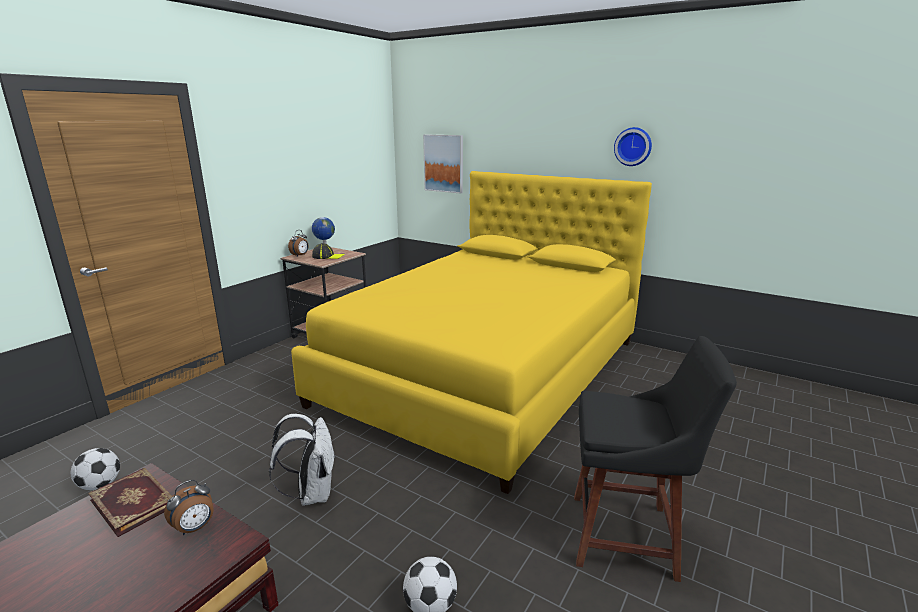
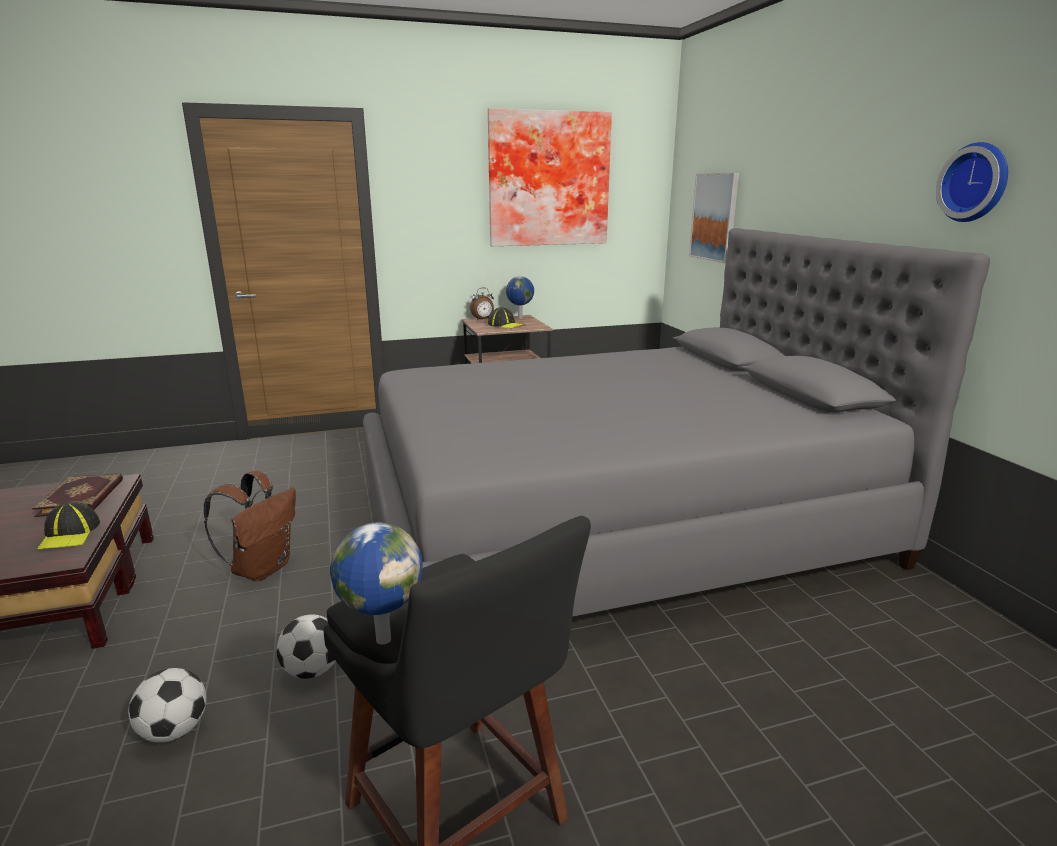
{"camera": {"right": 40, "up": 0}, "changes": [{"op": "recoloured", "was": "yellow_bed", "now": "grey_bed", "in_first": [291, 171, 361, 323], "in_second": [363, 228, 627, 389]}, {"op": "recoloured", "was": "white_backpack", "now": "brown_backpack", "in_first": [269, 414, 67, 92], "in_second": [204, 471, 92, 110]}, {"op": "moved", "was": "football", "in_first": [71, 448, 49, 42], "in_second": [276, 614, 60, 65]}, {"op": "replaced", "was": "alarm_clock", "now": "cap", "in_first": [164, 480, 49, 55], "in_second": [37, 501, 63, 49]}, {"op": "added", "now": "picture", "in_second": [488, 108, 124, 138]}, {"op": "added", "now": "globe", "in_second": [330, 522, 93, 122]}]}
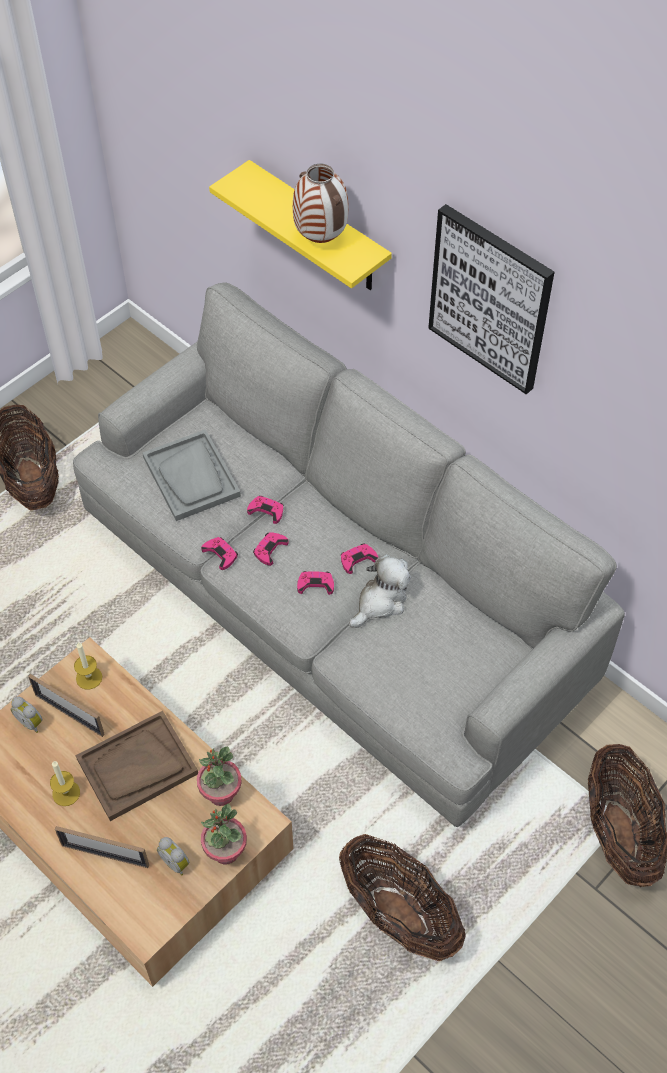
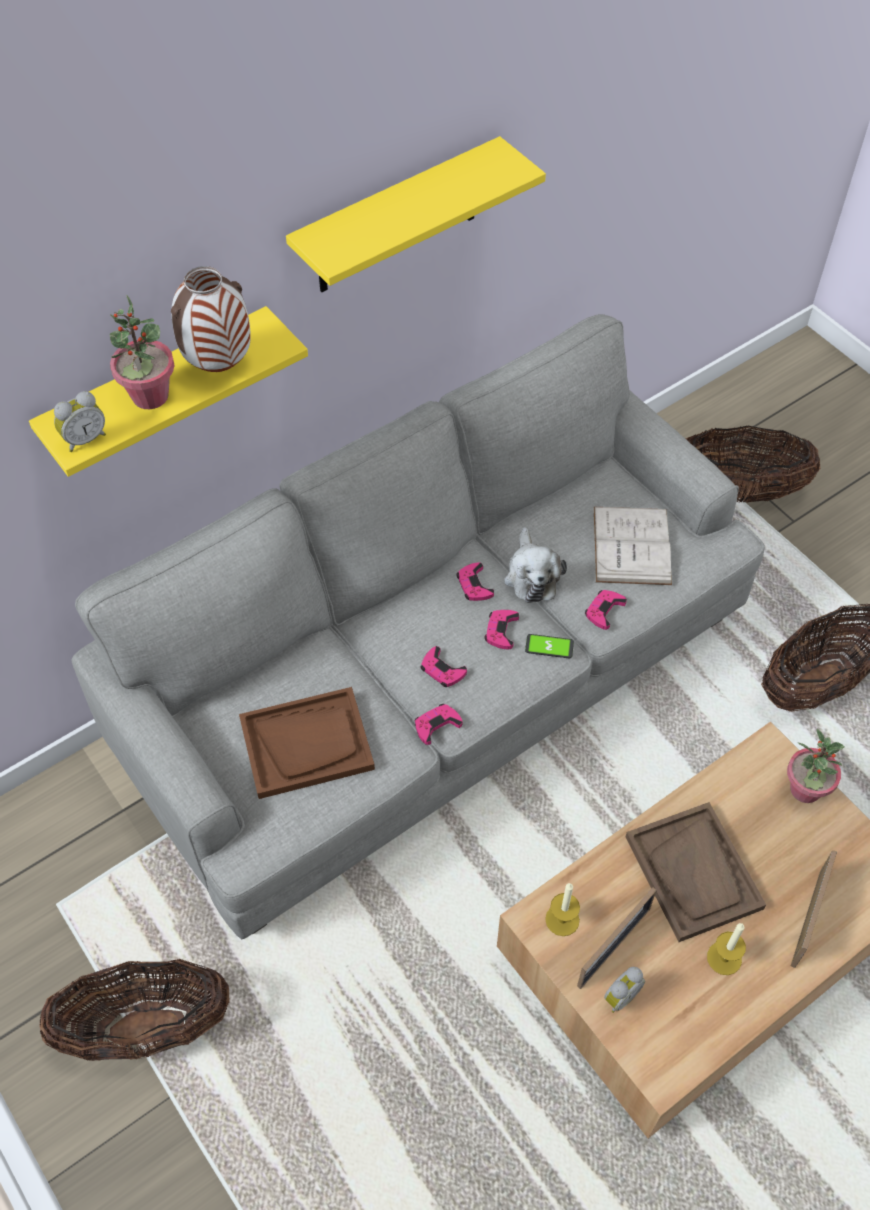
{"camera": {"right": -80, "up": 0}, "changes": [{"op": "replaced", "was": "picture", "now": "yellow_shelf", "in_first": [428, 204, 126, 190], "in_second": [286, 136, 260, 156]}, {"op": "recoloured", "was": "grey_tray", "now": "brown_tray", "in_first": [142, 429, 99, 92], "in_second": [239, 687, 136, 112]}, {"op": "moved", "was": "pink_game_controller", "in_first": [247, 496, 37, 28], "in_second": [585, 590, 42, 40]}, {"op": "turned", "was": "plush_toy", "in_first": [349, 554, 62, 74], "in_second": [504, 527, 63, 76], "clockwise": -150}, {"op": "moved", "was": "potted_plant", "in_first": [197, 747, 45, 59], "in_second": [110, 295, 65, 114]}, {"op": "moved", "was": "alarm_clock", "in_first": [157, 837, 32, 38], "in_second": [54, 391, 52, 61]}, {"op": "added", "now": "white_book", "in_second": [594, 507, 78, 78]}, {"op": "added", "now": "phone", "in_second": [525, 634, 49, 24]}]}
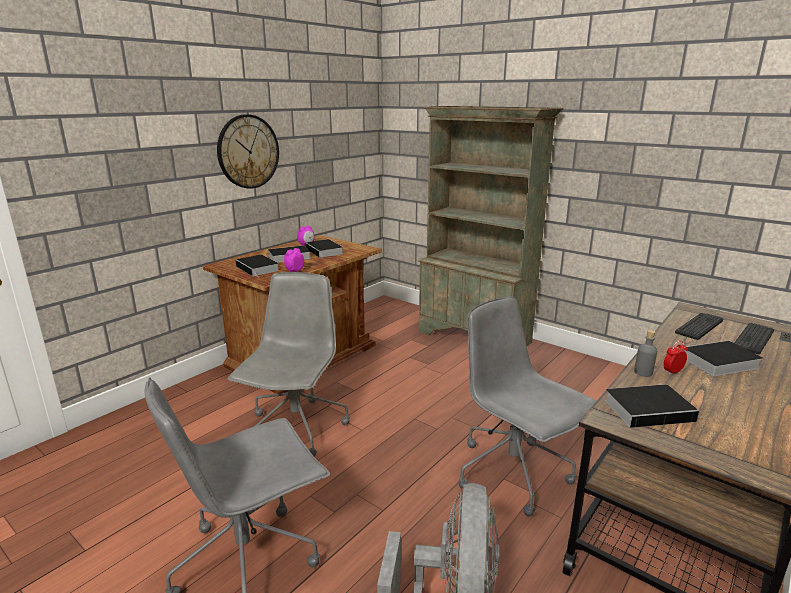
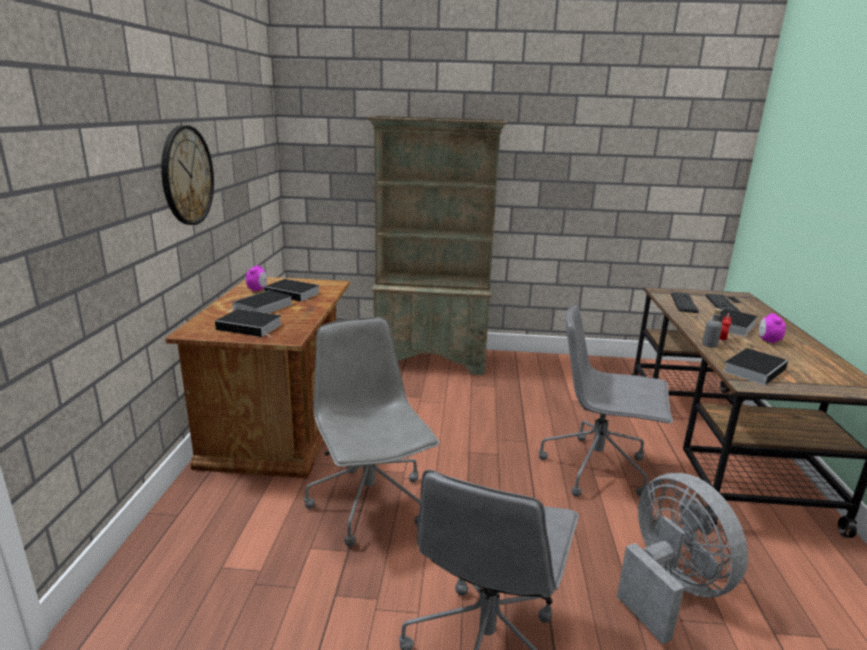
{"camera": {"right": -35, "up": 0}, "changes": [{"op": "moved", "was": "alarm_clock", "in_first": [284, 248, 20, 24], "in_second": [759, 313, 27, 31]}]}
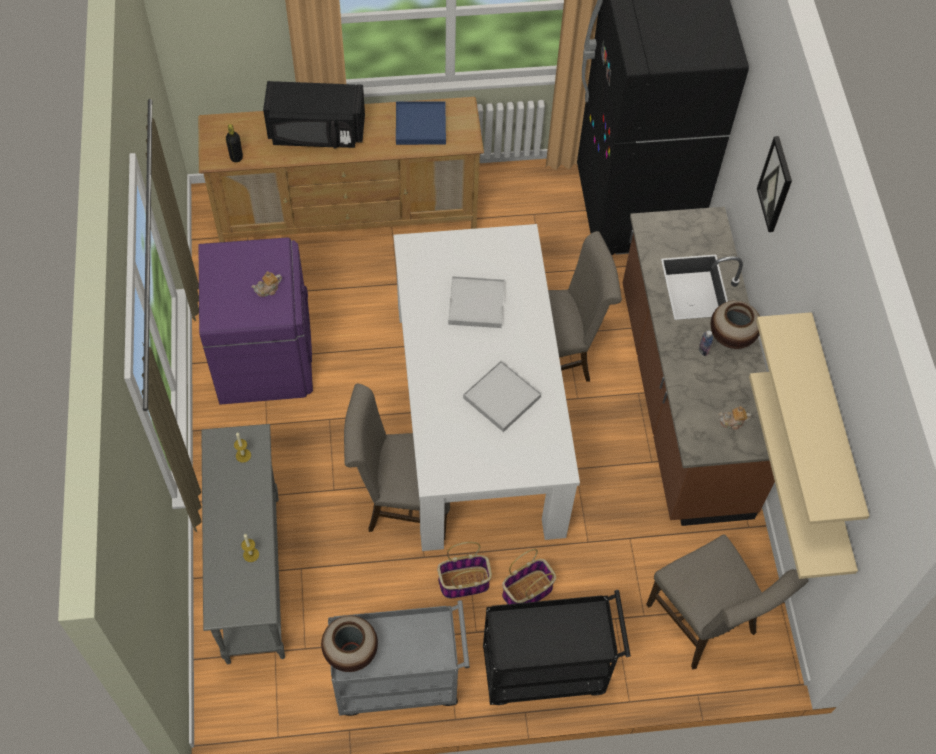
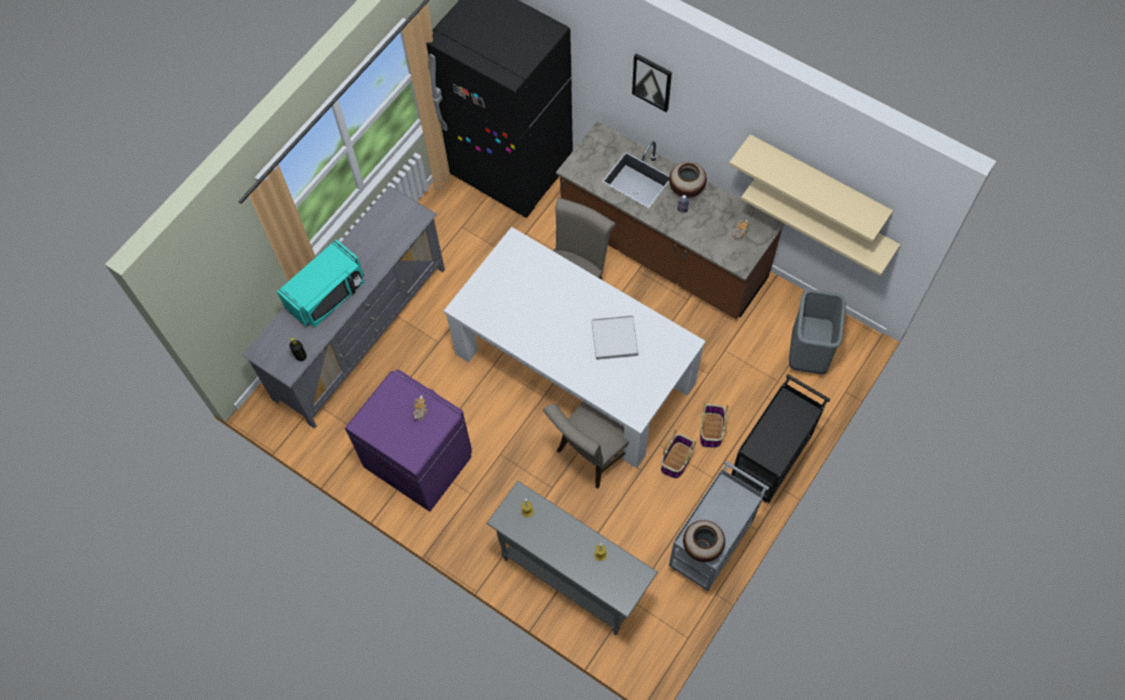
{"camera": {"right": -45, "up": 5}, "changes": [{"op": "recoloured", "was": "black_microwave", "now": "turquoise_microwave", "in_first": [263, 81, 102, 67], "in_second": [277, 239, 87, 88]}, {"op": "recoloured", "was": "brown_dresser", "now": "grey_dresser", "in_first": [198, 97, 286, 145], "in_second": [243, 186, 202, 243]}, {"op": "removed", "was": "blue_tray", "in_first": [396, 101, 50, 44]}, {"op": "removed", "was": "white_tray", "in_first": [448, 276, 57, 52]}, {"op": "replaced", "was": "beige_chair", "now": "grey_trash_can", "in_first": [646, 534, 162, 136], "in_second": [789, 290, 57, 84]}]}
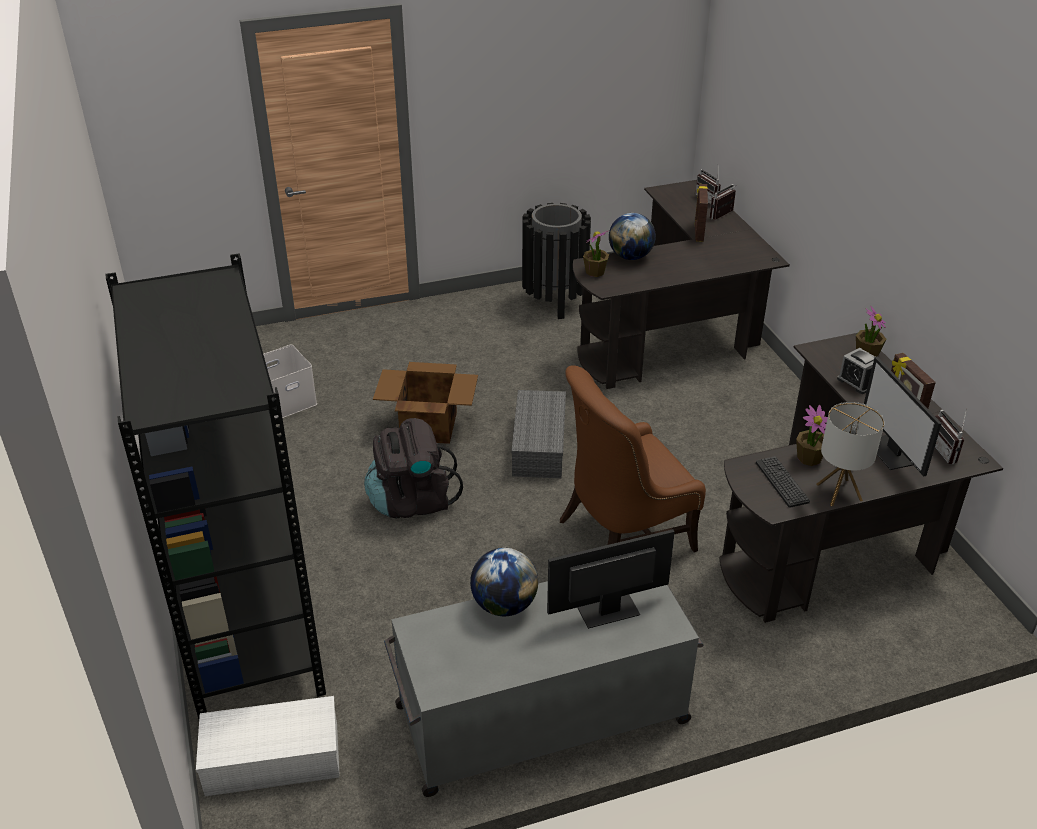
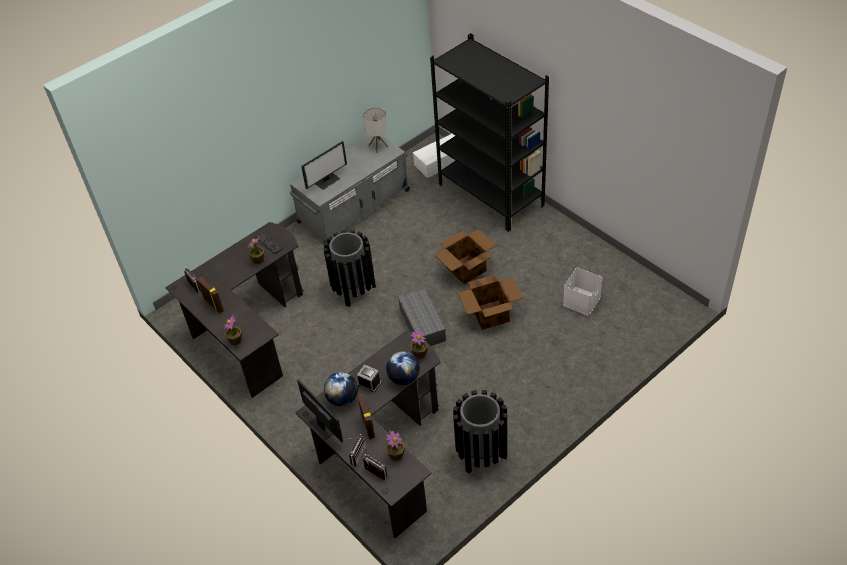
{"camera": {"right": 160, "up": 10}, "changes": [{"op": "moved", "was": "alarm_clock", "in_first": [837, 348, 38, 46], "in_second": [357, 364, 24, 28]}, {"op": "moved", "was": "monitor", "in_first": [864, 357, 78, 120], "in_second": [297, 379, 46, 63]}, {"op": "replaced", "was": "brown_chair", "now": "black_trash_can", "in_first": [560, 365, 146, 188], "in_second": [323, 230, 53, 76]}, {"op": "moved", "was": "table_lamp", "in_first": [816, 402, 68, 104], "in_second": [363, 107, 25, 46]}, {"op": "replaced", "was": "black_backpack", "now": "cardboard_box", "in_first": [364, 418, 99, 101], "in_second": [434, 229, 62, 55]}, {"op": "moved", "was": "globe", "in_first": [470, 548, 68, 68], "in_second": [324, 372, 34, 34]}, {"op": "added", "now": "potted_plant", "in_second": [385, 430, 20, 31]}]}
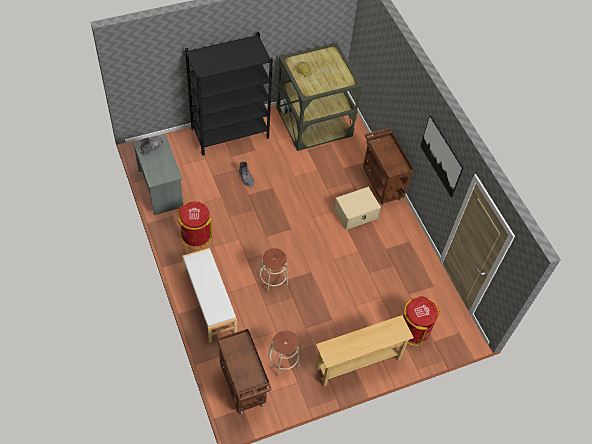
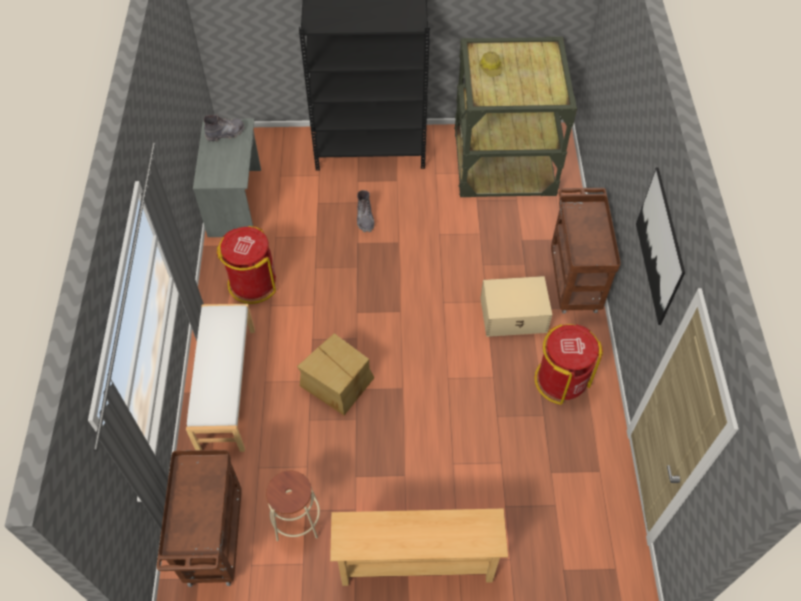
{"camera": {"right": 25, "up": 0}, "changes": [{"op": "replaced", "was": "beige_stool", "now": "cardboard_box", "in_first": [259, 248, 29, 45], "in_second": [297, 333, 78, 82]}, {"op": "moved", "was": "red_trash_can", "in_first": [403, 296, 37, 50], "in_second": [535, 324, 68, 81]}]}
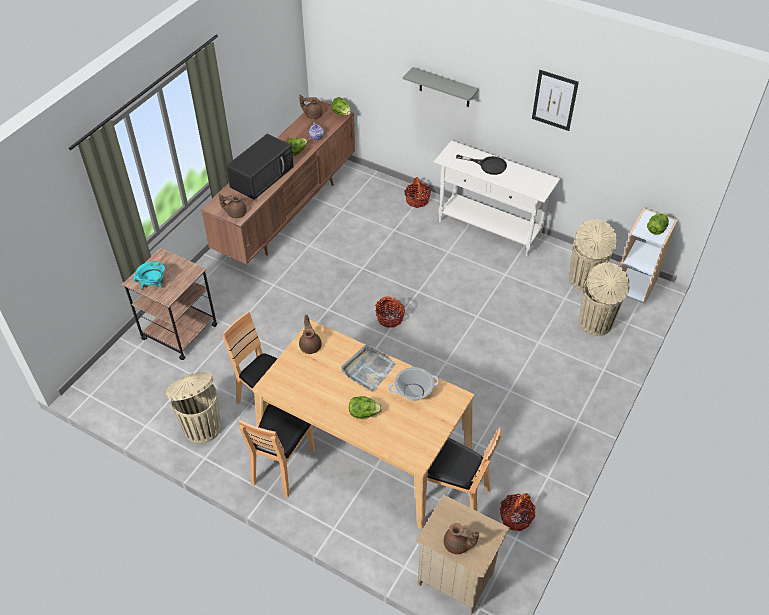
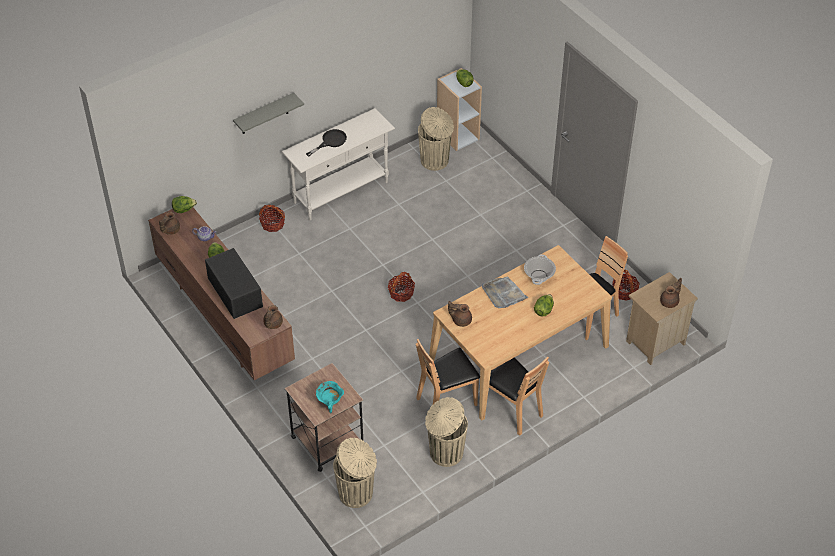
{"camera": {"right": -65, "up": 0}, "changes": [{"op": "removed", "was": "picture", "in_first": [532, 70, 47, 61]}, {"op": "moved", "was": "beige_trash_can", "in_first": [579, 262, 51, 74], "in_second": [333, 438, 44, 70]}]}
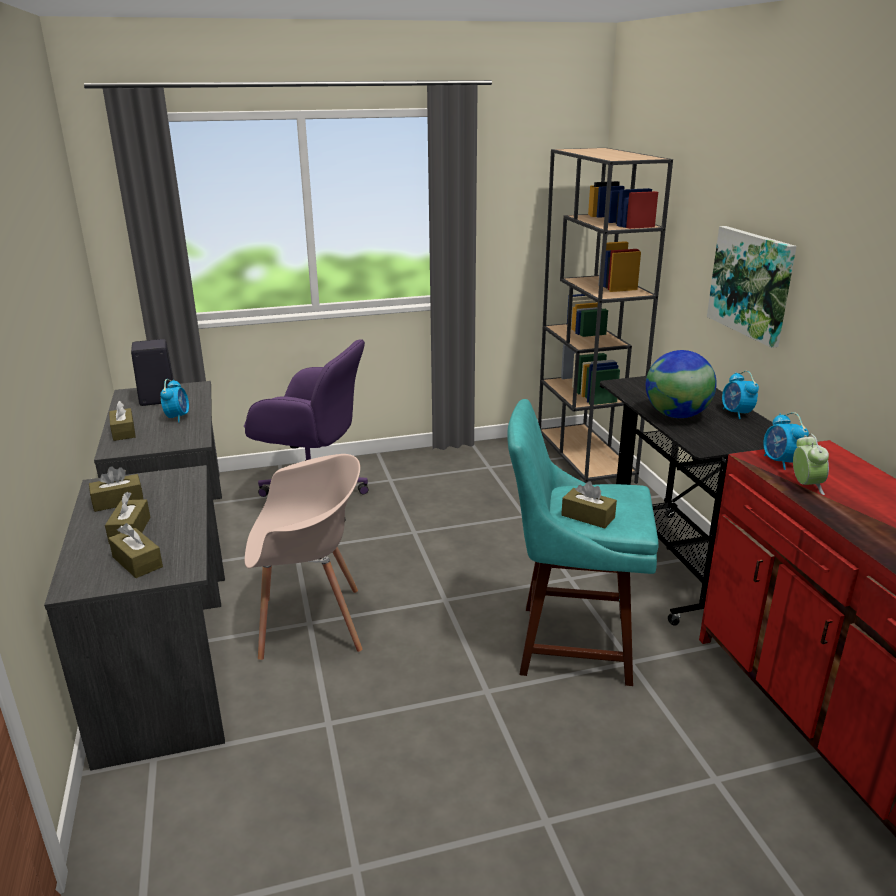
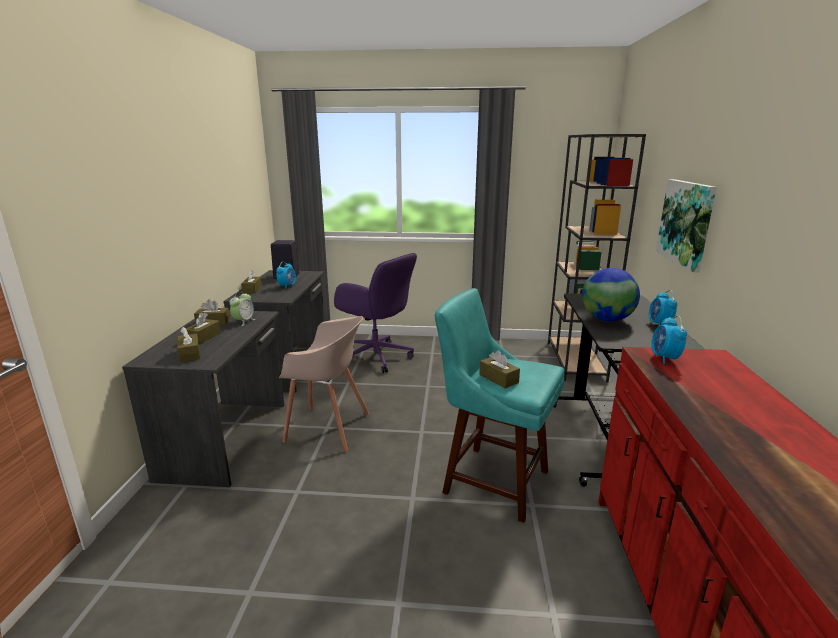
{"camera": {"right": 20, "up": -5}, "changes": [{"op": "moved", "was": "alarm_clock", "in_first": [793, 434, 36, 61], "in_second": [229, 291, 26, 35]}]}
